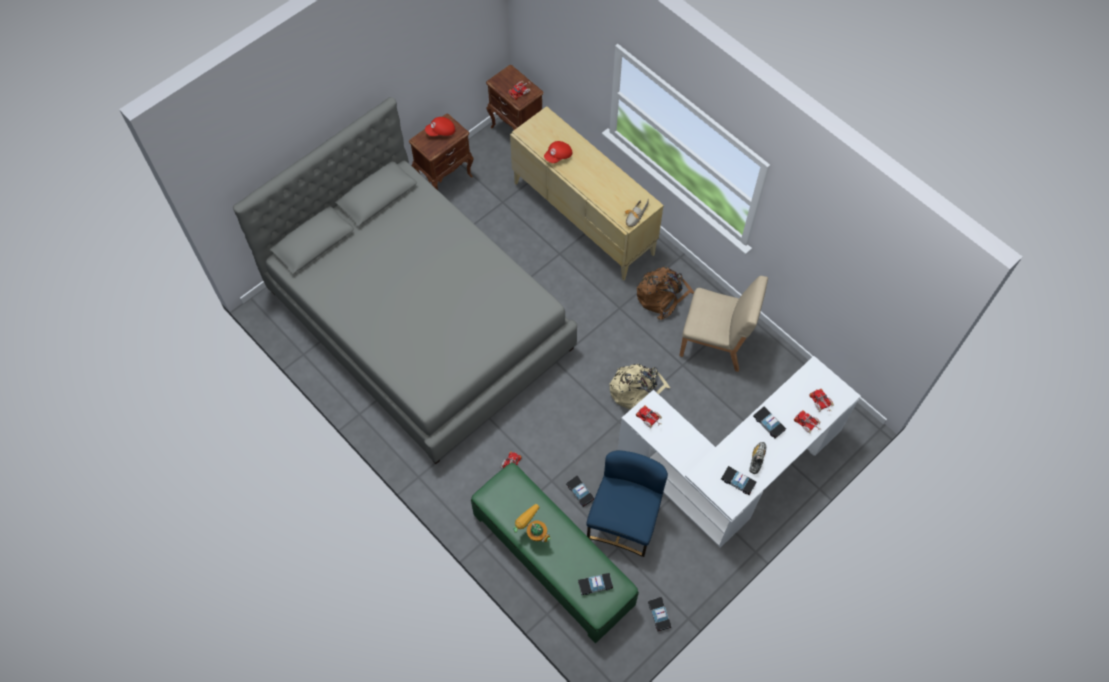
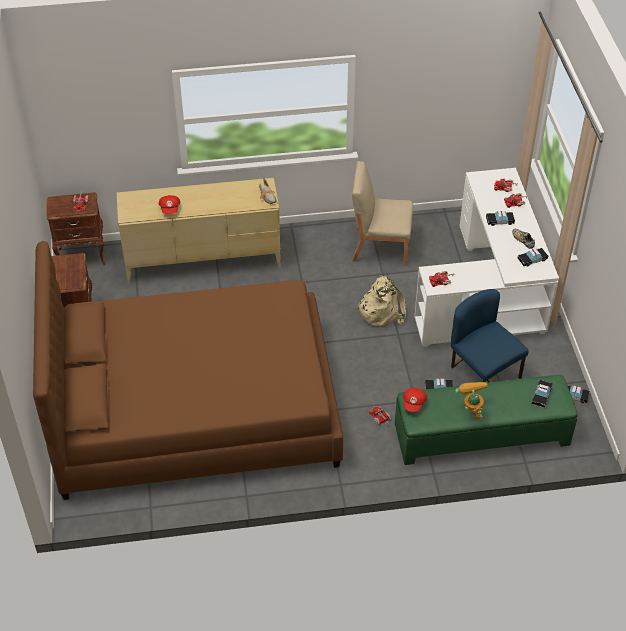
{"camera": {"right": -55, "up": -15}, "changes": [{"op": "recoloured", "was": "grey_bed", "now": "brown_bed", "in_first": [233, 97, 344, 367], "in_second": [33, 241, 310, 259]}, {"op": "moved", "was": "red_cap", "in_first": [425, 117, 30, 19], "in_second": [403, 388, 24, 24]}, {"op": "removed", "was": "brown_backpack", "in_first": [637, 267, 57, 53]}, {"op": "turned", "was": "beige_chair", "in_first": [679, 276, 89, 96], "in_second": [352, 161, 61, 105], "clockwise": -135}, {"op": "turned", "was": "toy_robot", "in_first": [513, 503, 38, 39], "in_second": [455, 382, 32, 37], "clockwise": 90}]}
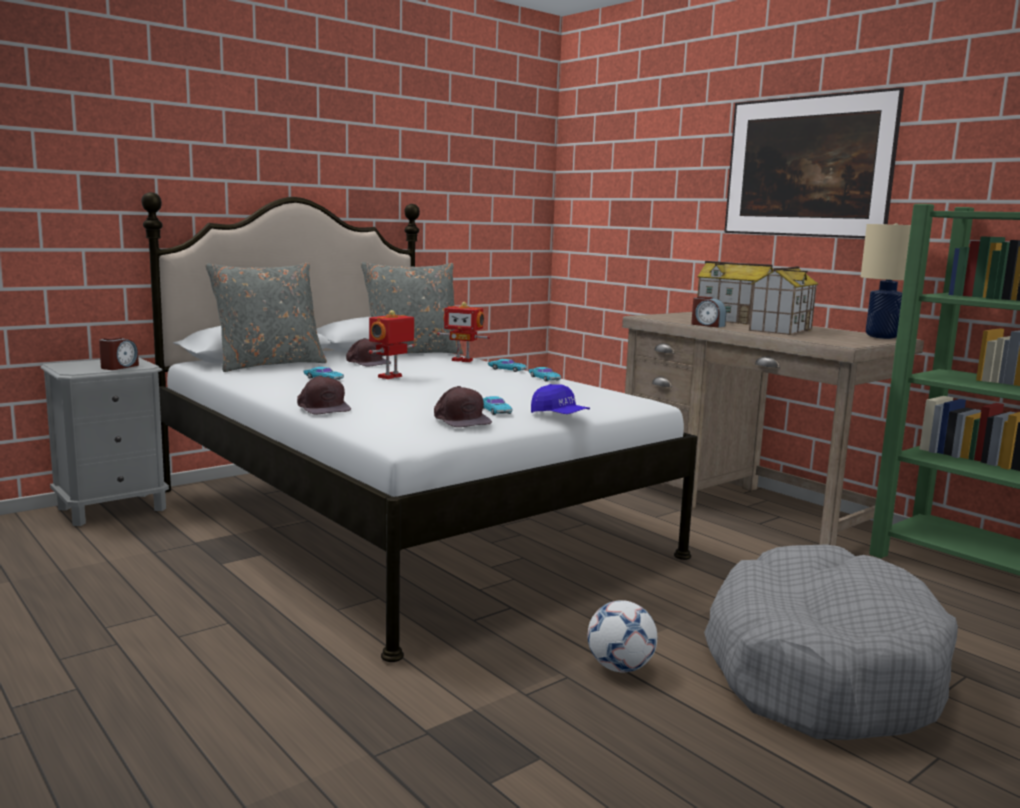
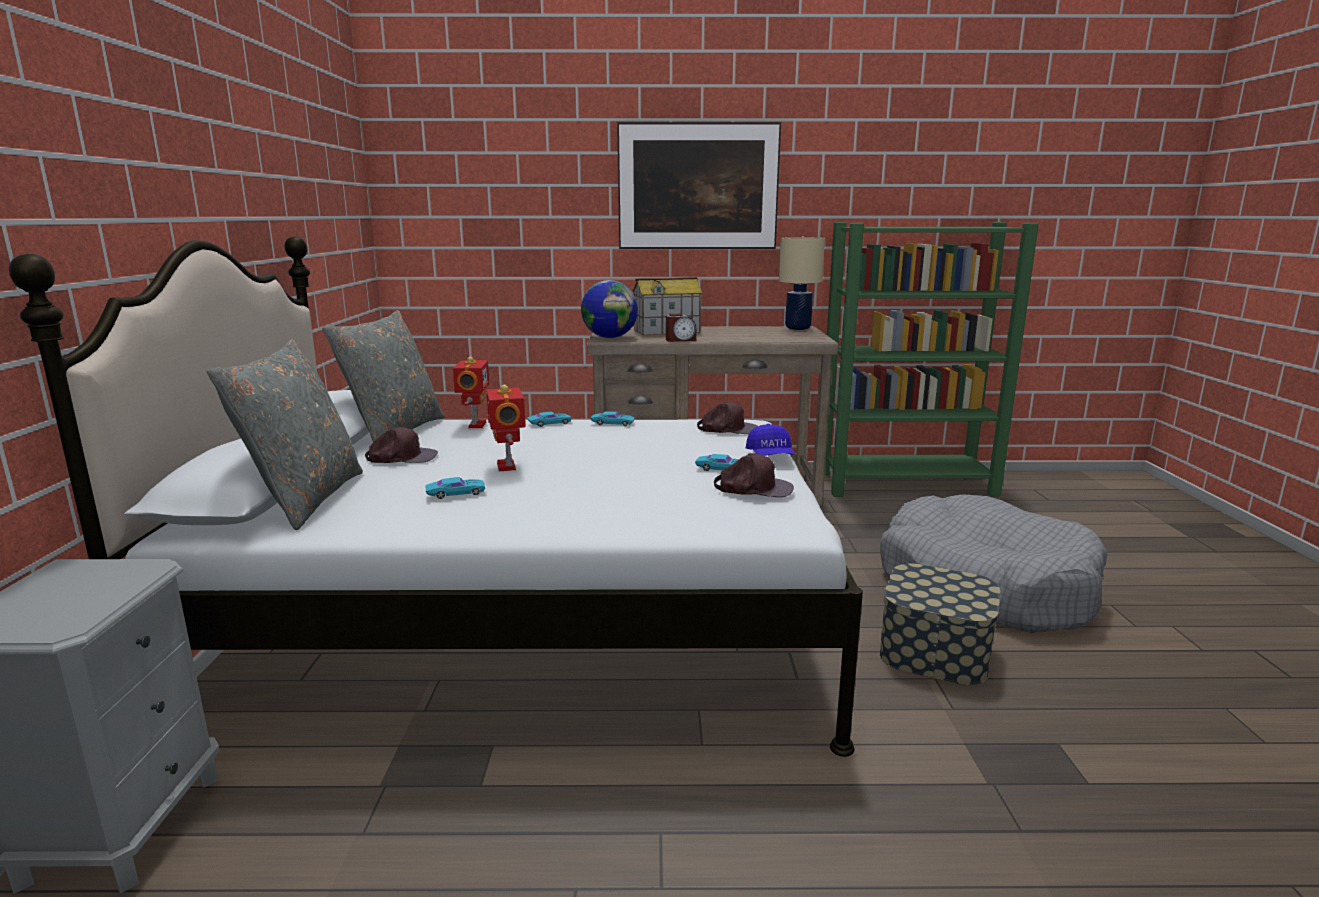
{"camera": {"right": -50, "up": 5}, "changes": [{"op": "removed", "was": "toy_house", "in_first": [749, 266, 70, 69]}, {"op": "turned", "was": "toy_robot", "in_first": [437, 302, 53, 60], "in_second": [453, 357, 37, 71], "clockwise": -60}, {"op": "removed", "was": "alarm_clock", "in_first": [99, 337, 40, 33]}, {"op": "moved", "was": "brown_cap", "in_first": [297, 376, 54, 38], "in_second": [697, 401, 61, 33]}, {"op": "turned", "was": "blue_cap", "in_first": [531, 384, 59, 30], "in_second": [746, 424, 49, 32], "clockwise": 90}, {"op": "replaced", "was": "football", "now": "storage_box", "in_first": [588, 600, 69, 72], "in_second": [879, 563, 121, 122]}, {"op": "added", "now": "globe", "in_second": [581, 280, 57, 58]}]}
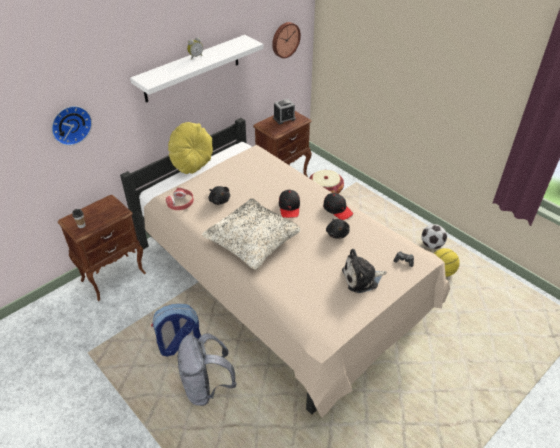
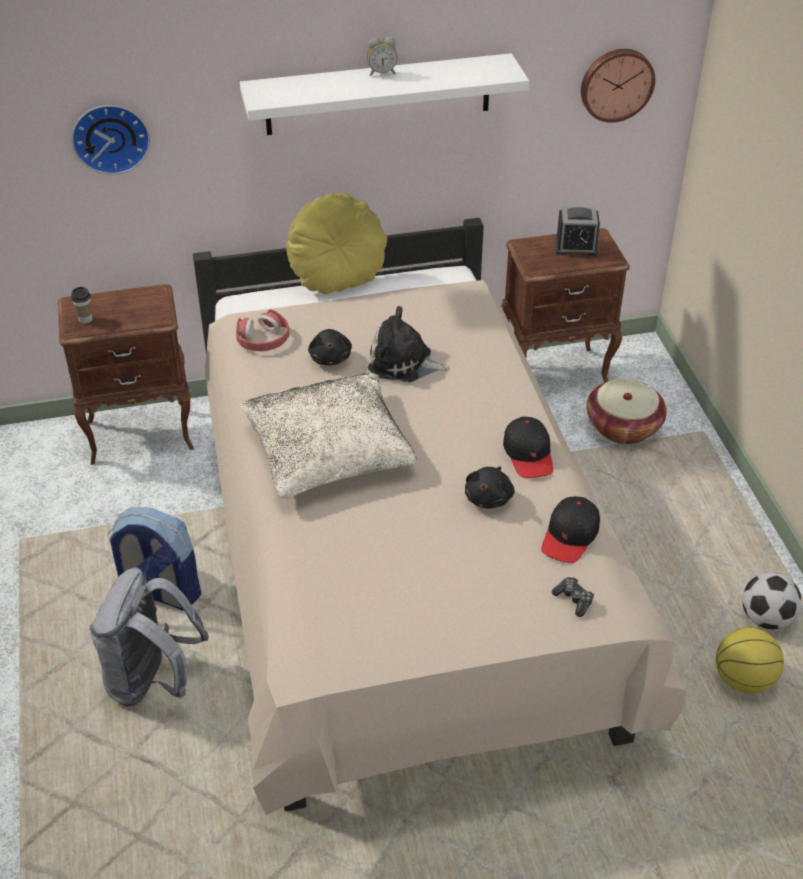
{"camera": {"right": 30, "up": 0}, "changes": [{"op": "moved", "was": "black_cap", "in_first": [279, 190, 21, 28], "in_second": [541, 496, 59, 67]}, {"op": "moved", "was": "plush_toy", "in_first": [342, 249, 44, 44], "in_second": [368, 306, 82, 76]}]}
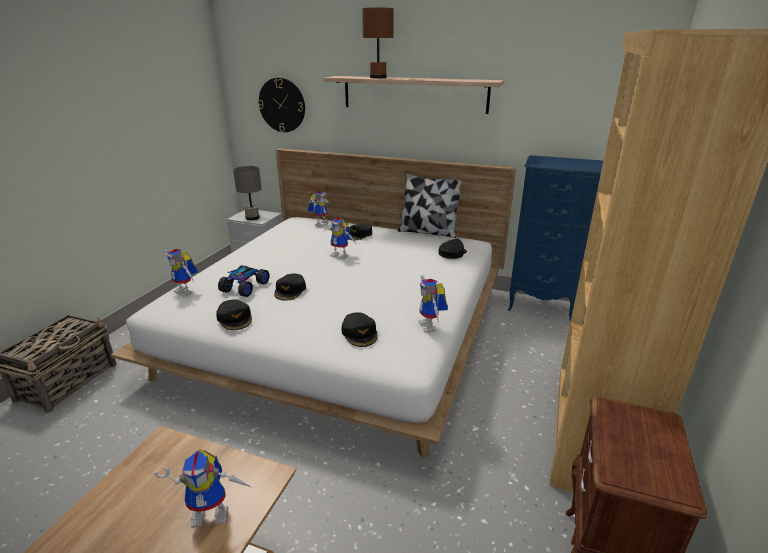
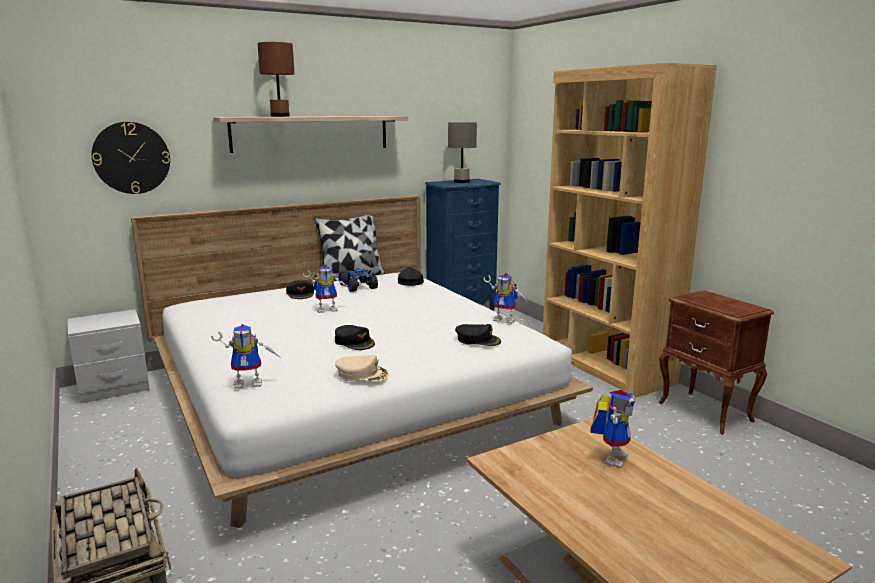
{"camera": {"right": -50, "up": -10}, "changes": [{"op": "moved", "was": "grey_table_lamp", "in_first": [233, 166, 28, 54], "in_second": [448, 122, 29, 61]}, {"op": "removed", "was": "toy_robot", "in_first": [308, 191, 23, 36]}, {"op": "moved", "was": "toy_car", "in_first": [218, 265, 51, 32], "in_second": [339, 269, 39, 23]}, {"op": "recoloured", "was": "black_cap", "now": "beige_cap", "in_first": [216, 299, 36, 31], "in_second": [335, 355, 54, 26]}]}
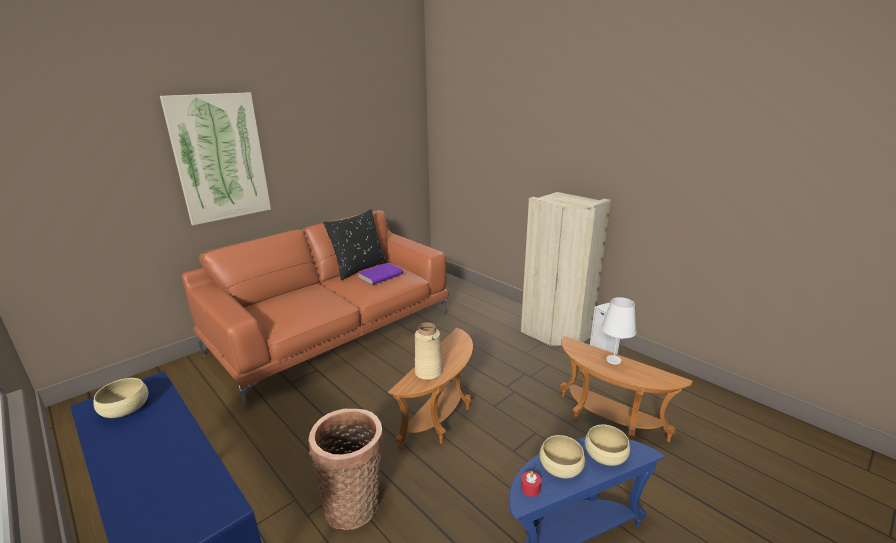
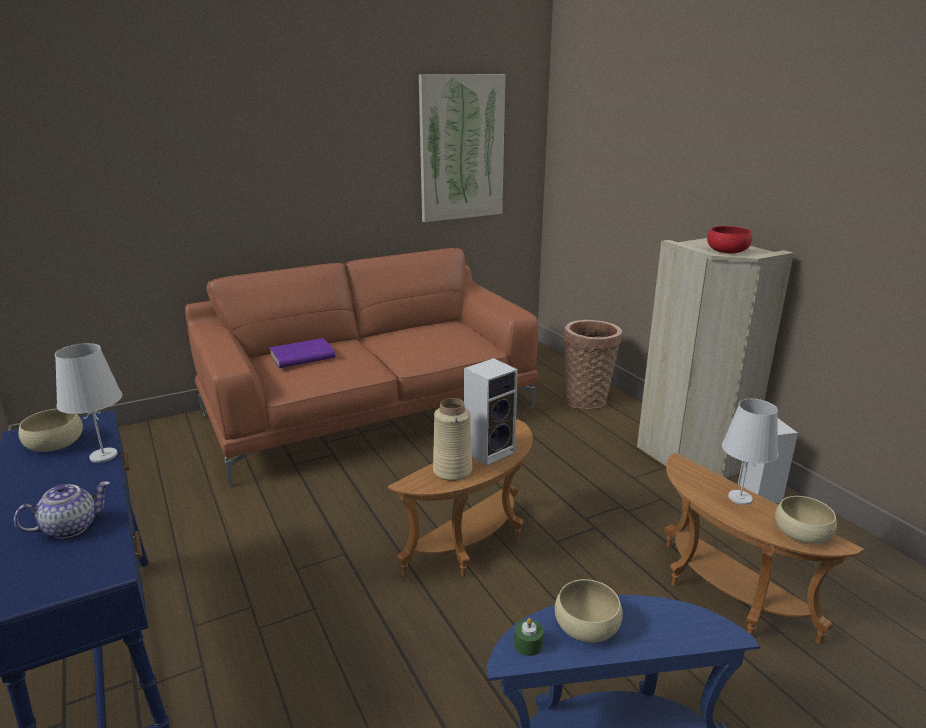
{"camera": {"right": 15, "up": 0}, "changes": [{"op": "moved", "was": "picture", "in_first": [160, 92, 111, 133], "in_second": [419, 74, 86, 148]}, {"op": "removed", "was": "black_pillow", "in_first": [323, 209, 65, 71]}, {"op": "moved", "was": "purple_book", "in_first": [358, 263, 45, 22], "in_second": [269, 338, 66, 30]}, {"op": "moved", "was": "basket", "in_first": [308, 409, 76, 121], "in_second": [564, 320, 58, 90]}, {"op": "moved", "was": "beige_bowl", "in_first": [585, 424, 45, 42], "in_second": [775, 496, 62, 48]}, {"op": "recoloured", "was": "red_candle", "now": "green_candle", "in_first": [521, 471, 20, 26], "in_second": [514, 618, 29, 38]}, {"op": "added", "now": "red_bowl", "in_second": [707, 226, 45, 27]}, {"op": "added", "now": "white_table_lamp", "in_second": [55, 343, 67, 120]}, {"op": "added", "now": "speaker", "in_second": [464, 358, 54, 108]}, {"op": "added", "now": "teapot", "in_second": [14, 481, 96, 58]}]}
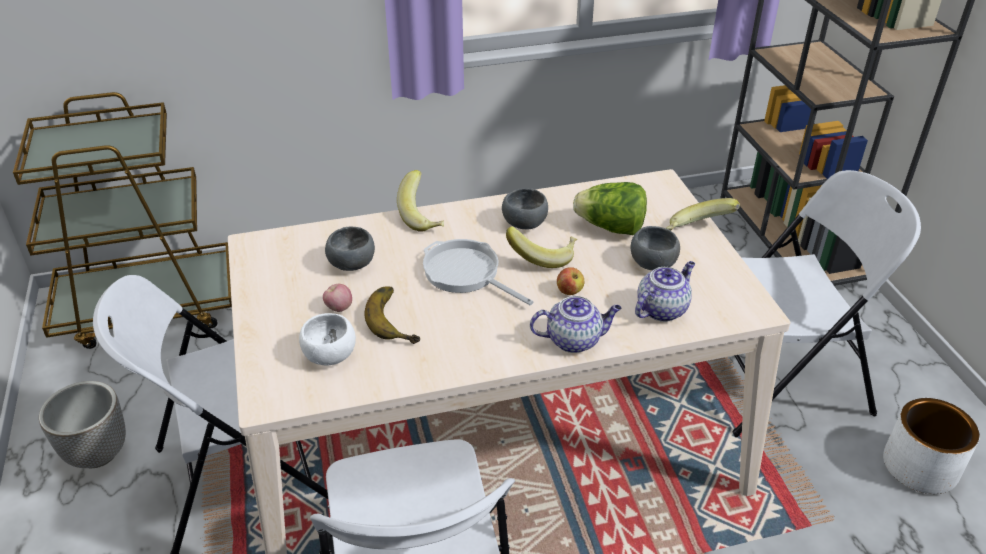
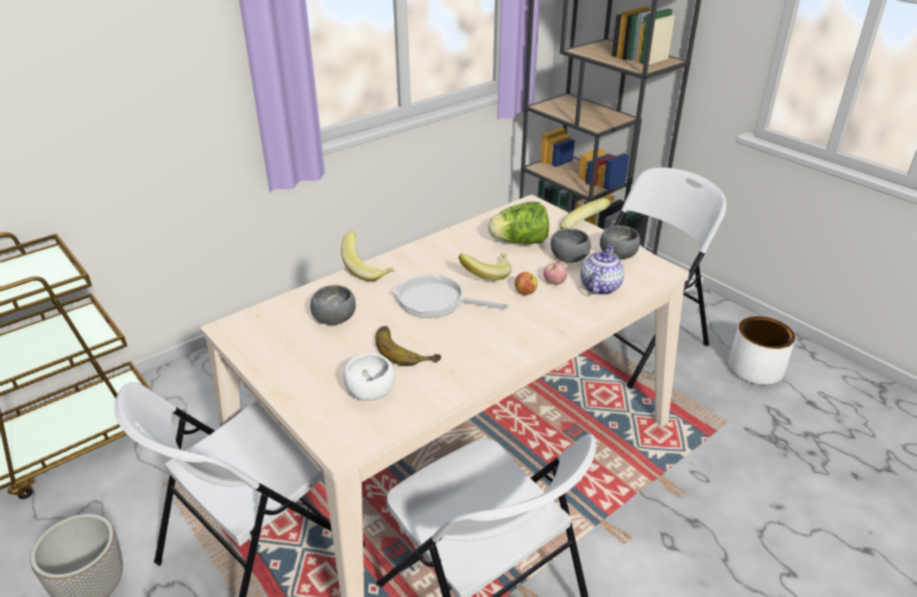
{"camera": {"right": -25, "up": -5}, "changes": [{"op": "moved", "was": "grey_bowl", "in_first": [502, 188, 46, 41], "in_second": [600, 225, 40, 34]}, {"op": "moved", "was": "apple", "in_first": [323, 284, 29, 28], "in_second": [544, 262, 23, 23]}, {"op": "removed", "was": "teapot", "in_first": [530, 296, 92, 57]}]}
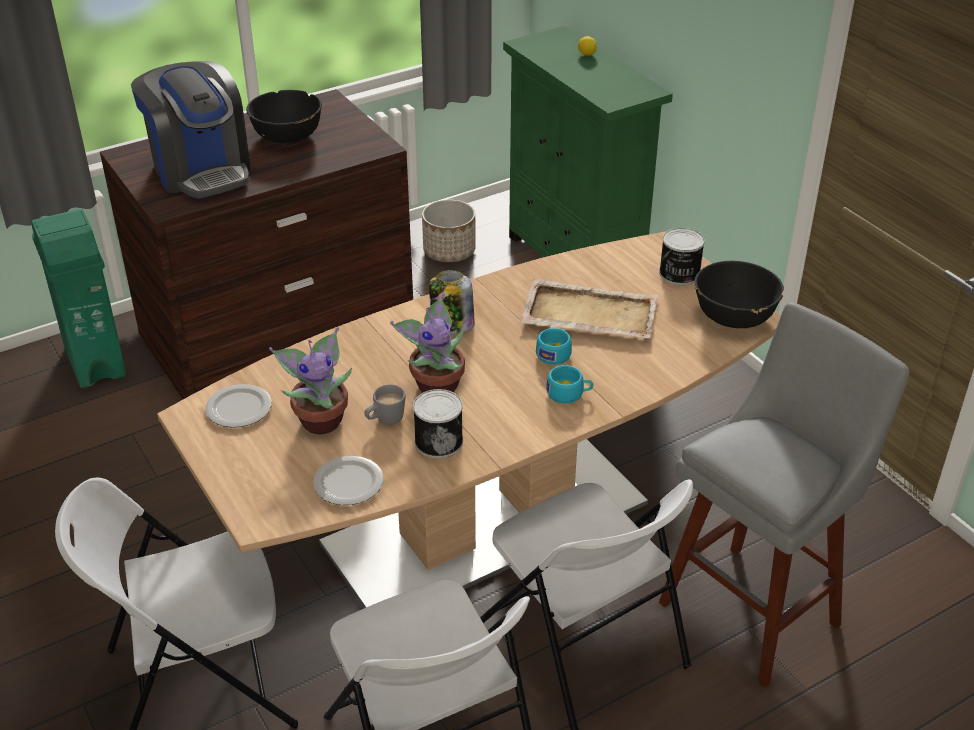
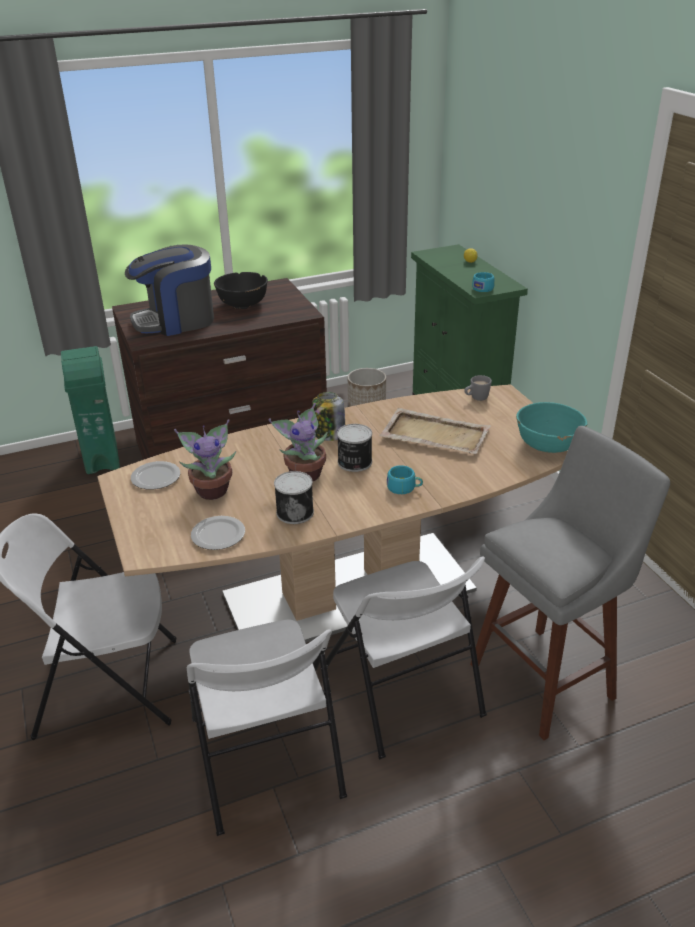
{"camera": {"right": 10, "up": -5}, "changes": [{"op": "turned", "was": "coffee_machine", "in_first": [131, 61, 120, 138], "in_second": [125, 244, 89, 92], "clockwise": 90}, {"op": "moved", "was": "can", "in_first": [659, 228, 46, 57], "in_second": [337, 424, 35, 48]}, {"op": "recoloured", "was": "black_bowl", "now": "turquoise_bowl", "in_first": [694, 261, 90, 68], "in_second": [516, 402, 71, 51]}, {"op": "moved", "was": "turquoise_cup", "in_first": [536, 328, 36, 37], "in_second": [472, 272, 22, 20]}, {"op": "moved", "was": "grey_mug", "in_first": [364, 385, 42, 40], "in_second": [464, 375, 28, 26]}]}
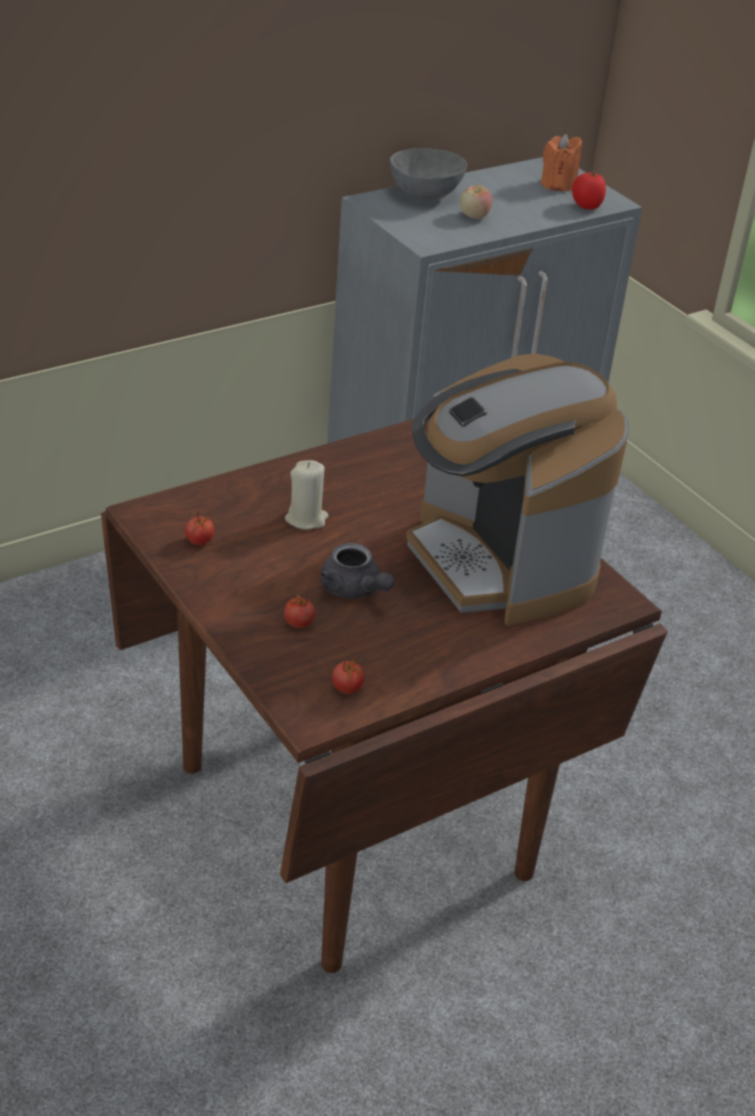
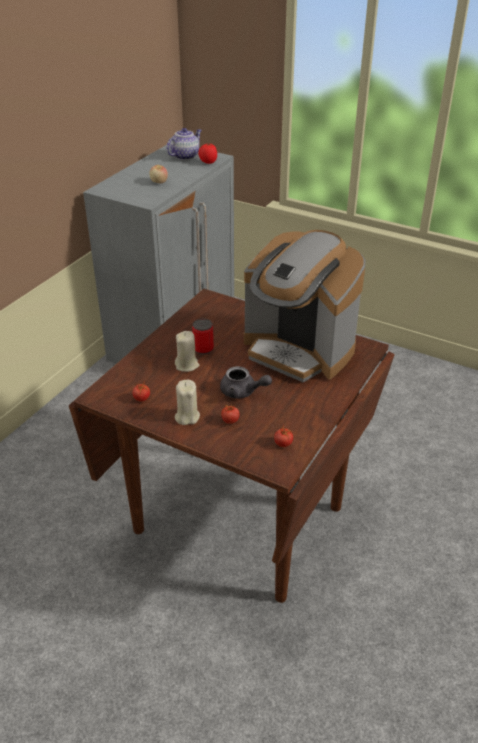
{"camera": {"right": -25, "up": 0}, "changes": [{"op": "replaced", "was": "orange_candle", "now": "teapot", "in_first": [541, 134, 41, 57], "in_second": [166, 128, 36, 32]}, {"op": "removed", "was": "grey_bowl", "in_first": [390, 148, 77, 52]}, {"op": "added", "now": "can", "in_second": [192, 319, 22, 36]}, {"op": "added", "now": "beige_candle", "in_second": [175, 380, 25, 45]}]}
